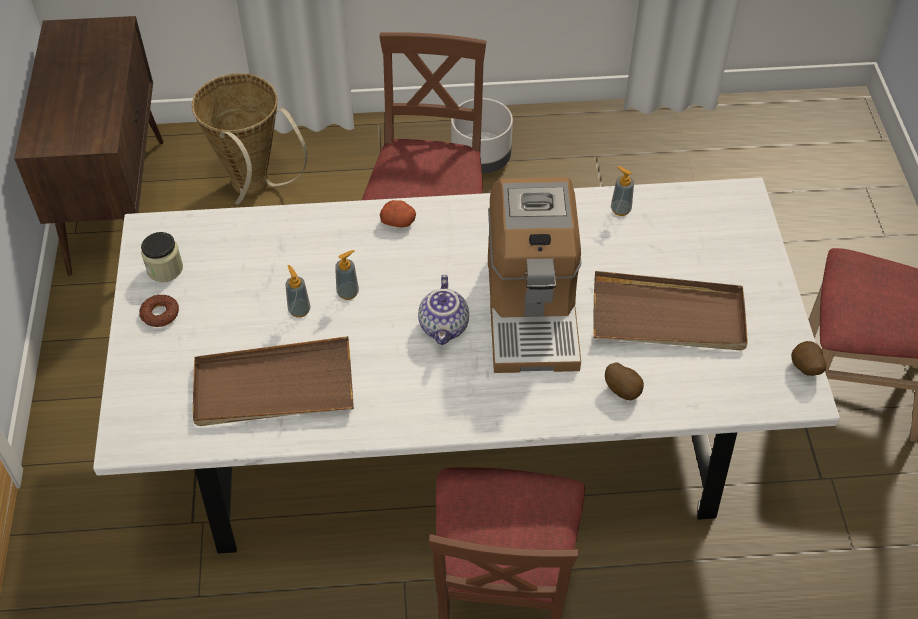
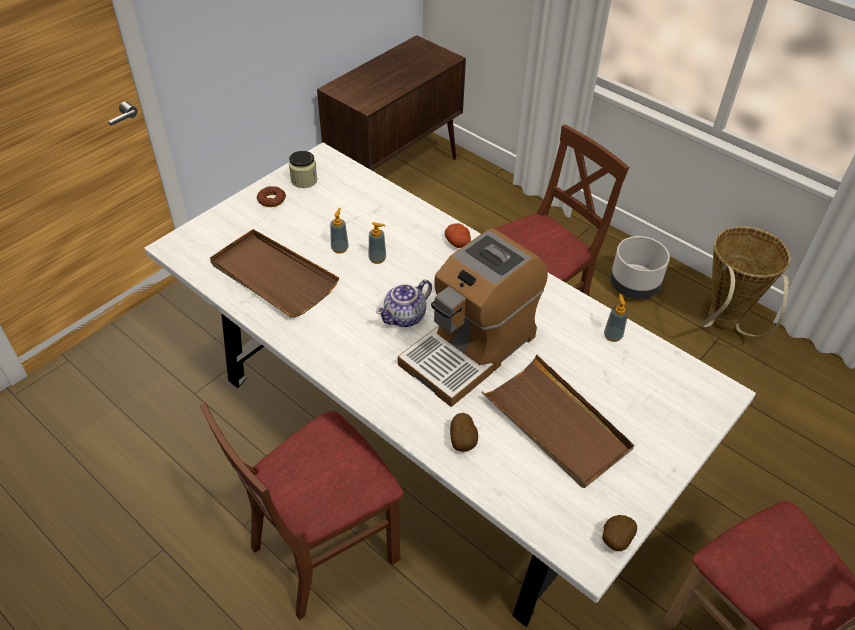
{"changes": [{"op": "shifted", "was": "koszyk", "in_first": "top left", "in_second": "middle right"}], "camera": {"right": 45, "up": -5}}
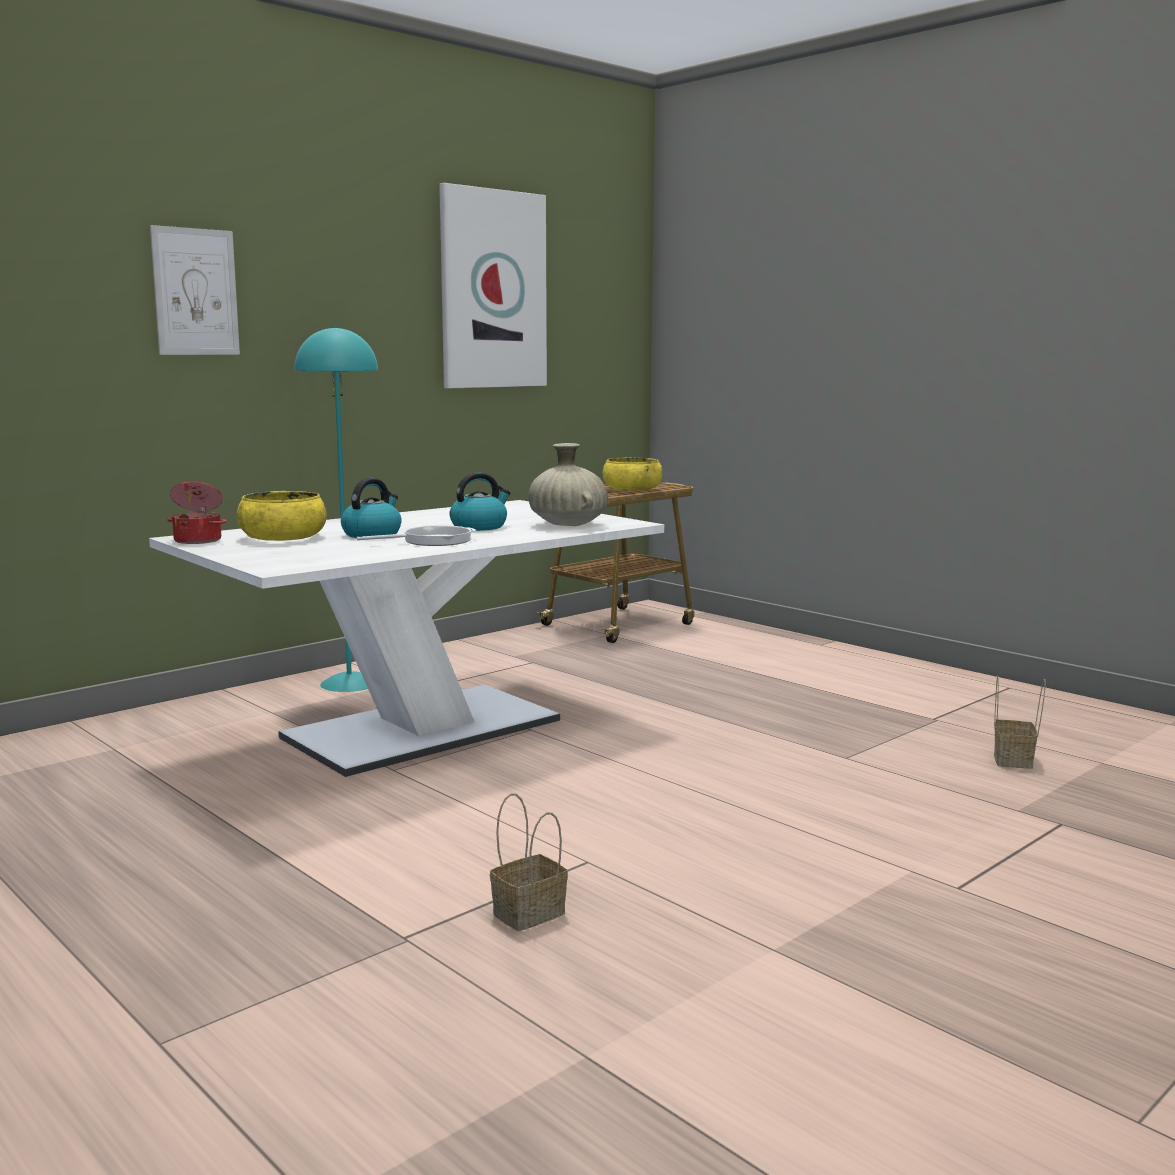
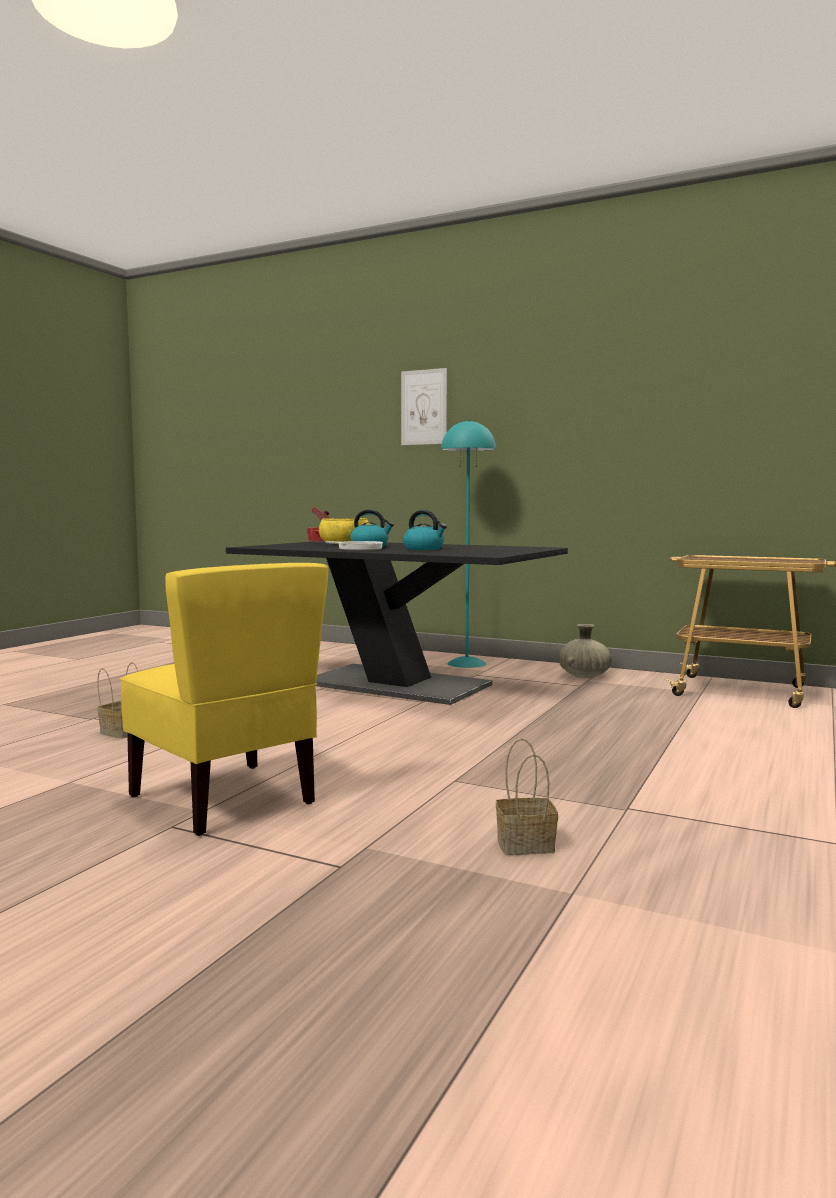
{"changes": [{"op": "repainted", "was": "stół jadalny [biały]", "now": "stół jadalny [czarny]", "in_first": "centre", "in_second": "centre"}, {"op": "gone", "was": "obraz (no. 2 from left)", "in_first": "top centre"}, {"op": "shifted", "was": "wazon [beżowy]", "in_first": "centre", "in_second": "middle right"}, {"op": "gone", "was": "miska [żółty] (no. 2 from left)", "in_first": "centre"}, {"op": "new", "now": "krzesło [żółty]", "in_second": "middle left"}], "camera": {"right": 70, "up": -5}}
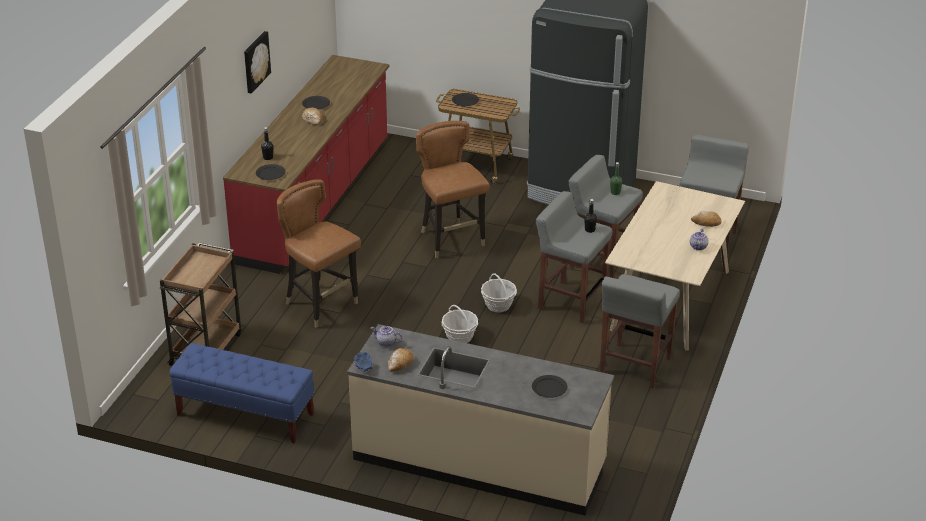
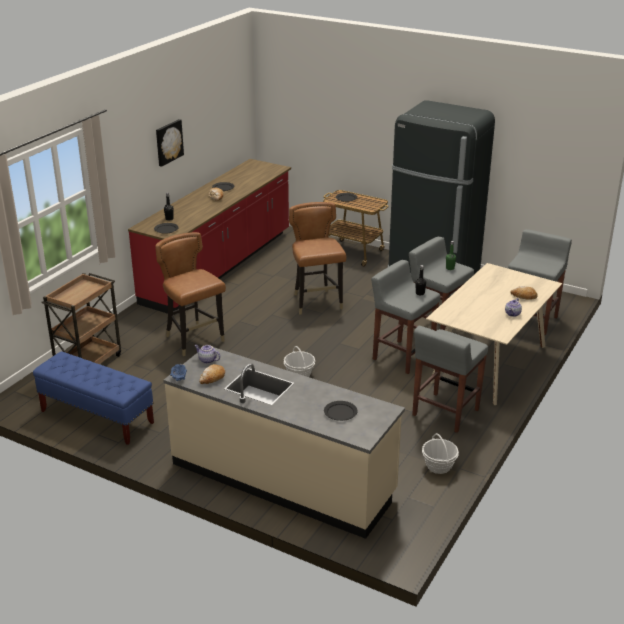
{"changes": [{"op": "shifted", "was": "koszyk (no. 2 from left)", "in_first": "centre", "in_second": "bottom right"}], "camera": {"right": 10, "up": -5}}
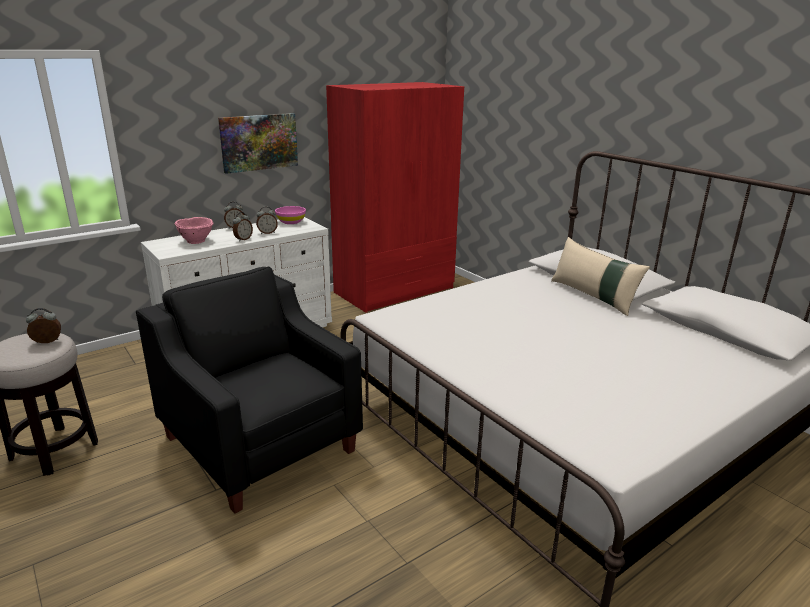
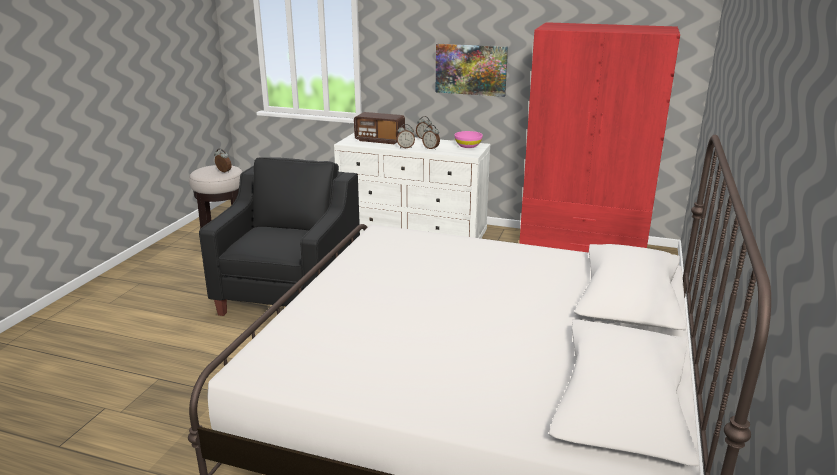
{"changes": [{"op": "swapped", "was": "miska [różowy] (no. 1 from left)", "now": "radio", "in_first": "middle left", "in_second": "top centre"}, {"op": "gone", "was": "poduszka [beżowy]", "in_first": "middle right"}], "camera": {"right": 55, "up": 0}}
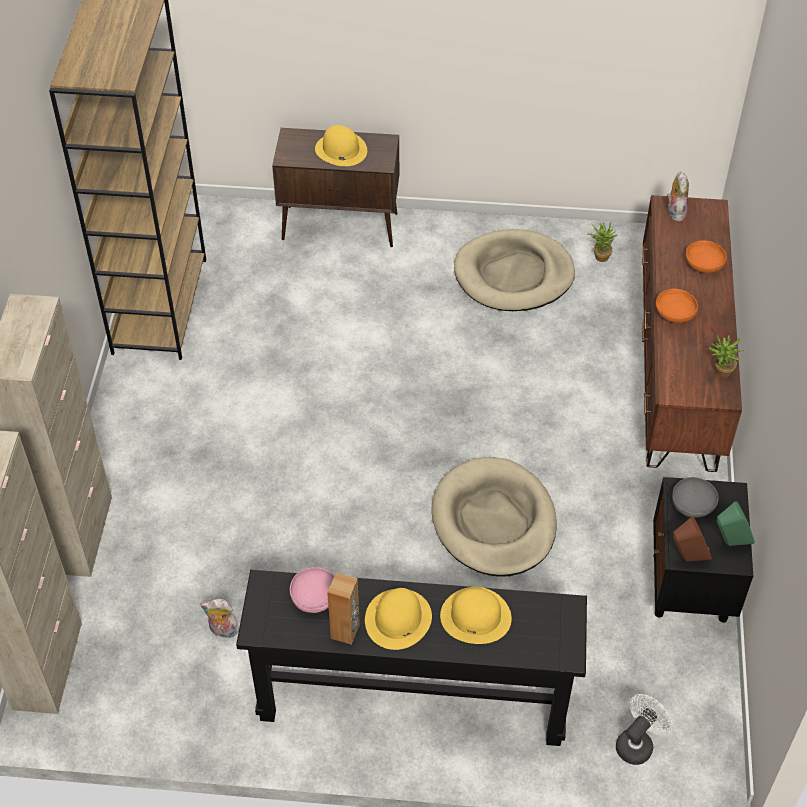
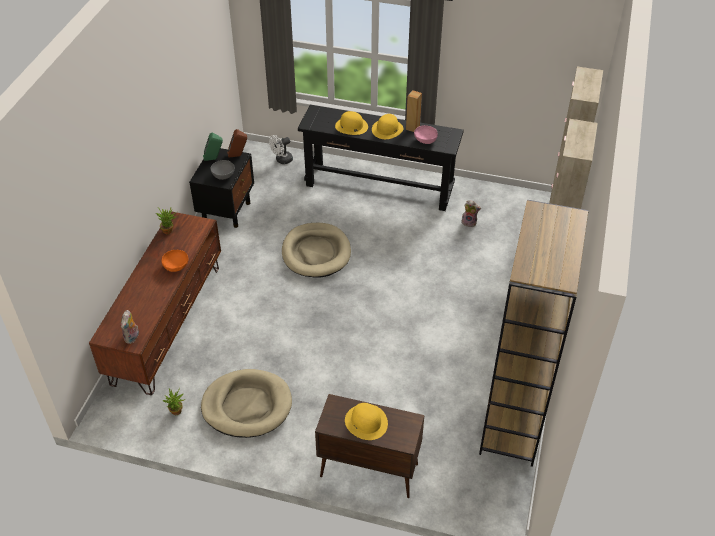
{"changes": [{"op": "gone", "was": "miska [pomarańczowy] (no. 2 from left)", "in_first": "top right"}], "camera": {"right": -170, "up": -5}}
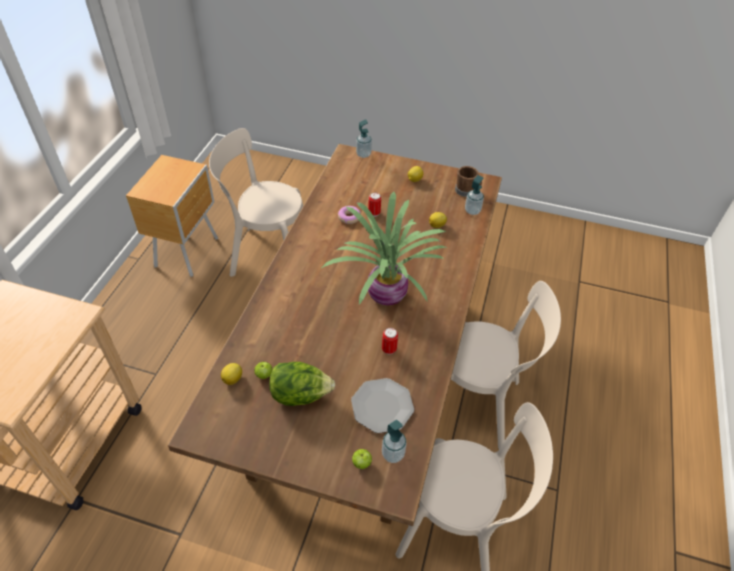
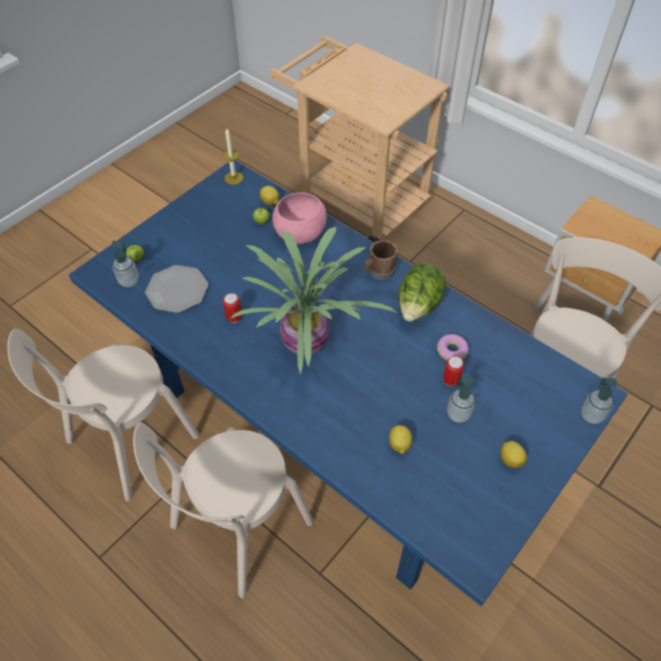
{"changes": [{"op": "repainted", "was": "stół jadalny [brązowy]", "now": "stół jadalny [niebieski]", "in_first": "centre", "in_second": "centre"}, {"op": "shifted", "was": "sałata", "in_first": "bottom centre", "in_second": "centre"}, {"op": "shifted", "was": "kubek [brązowy]", "in_first": "top centre", "in_second": "centre"}, {"op": "shifted", "was": "dozownik mydła (no. 3 from left in the first image)", "now": "dozownik mydła (no. 2 from left)", "in_first": "centre", "in_second": "middle right"}, {"op": "new", "now": "świeca", "in_second": "top centre"}, {"op": "new", "now": "miska [różowy]", "in_second": "top centre"}], "camera": {"right": 115, "up": 5}}
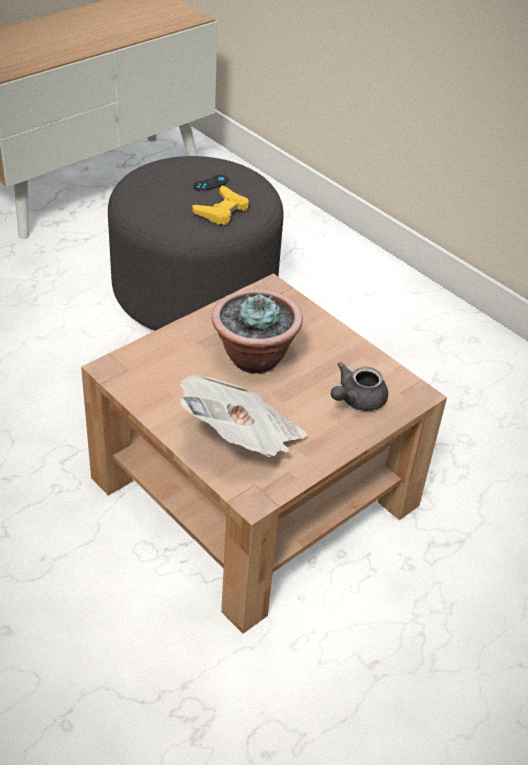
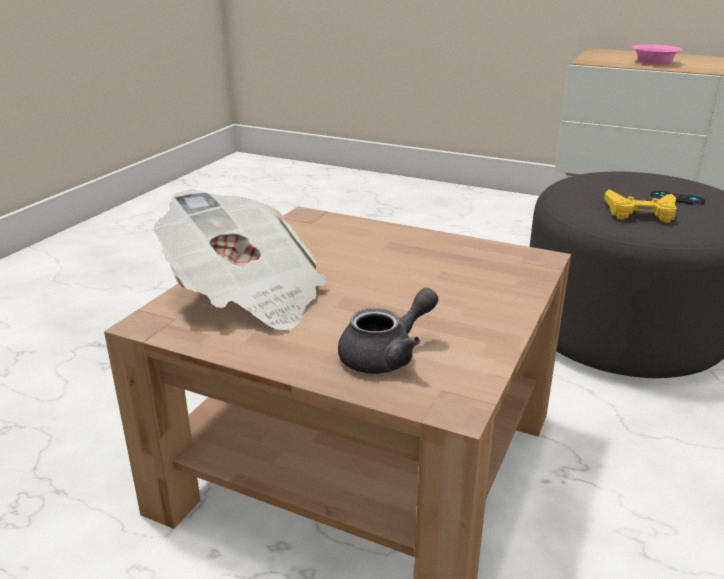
{"changes": [{"op": "gone", "was": "roślina doniczkowa", "in_first": "centre"}, {"op": "rotated", "was": "imbryk [szary]", "in_first": "middle right", "in_second": "centre", "clockwise": 120}, {"op": "new", "now": "miska [różowy]", "in_second": "top right"}], "camera": {"right": 70, "up": -15}}
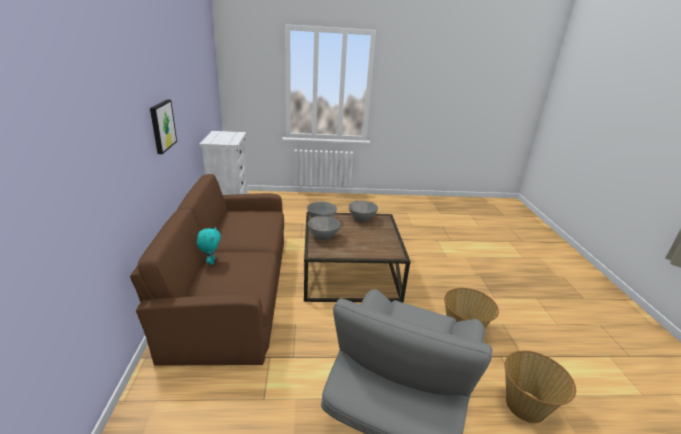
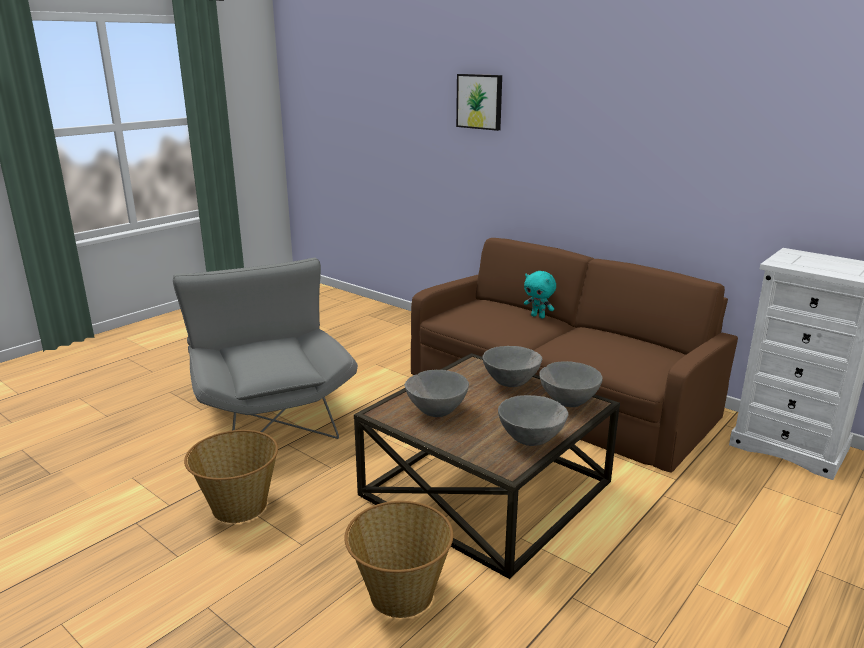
{"changes": [{"op": "shifted", "was": "obraz", "in_first": "top left", "in_second": "top centre"}, {"op": "shifted", "was": "koszyk (no. 2 from left)", "in_first": "bottom right", "in_second": "bottom centre"}, {"op": "new", "now": "miska [szary] (no. 1 from left)", "in_second": "centre"}], "camera": {"right": 135, "up": -5}}
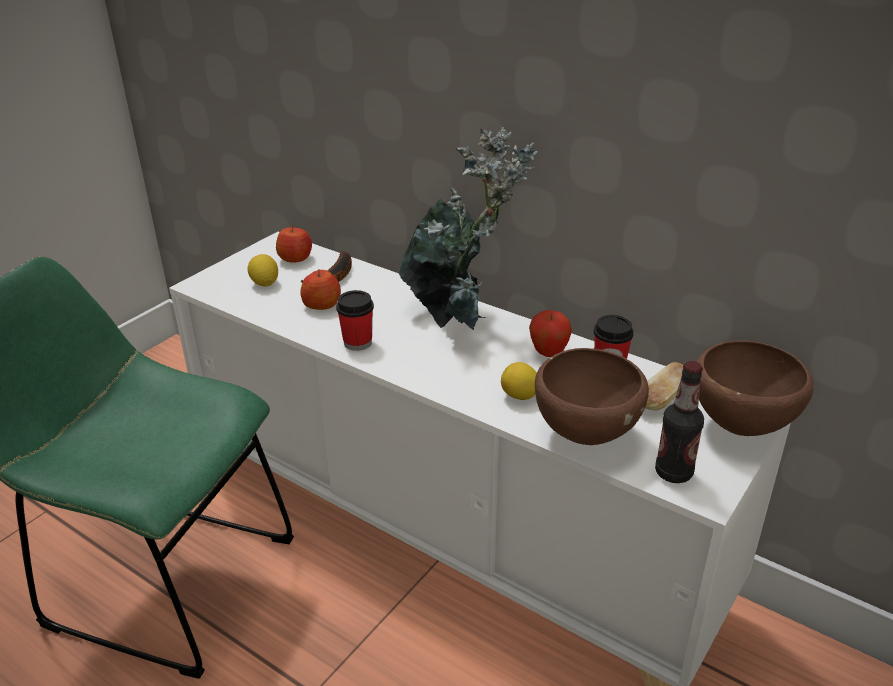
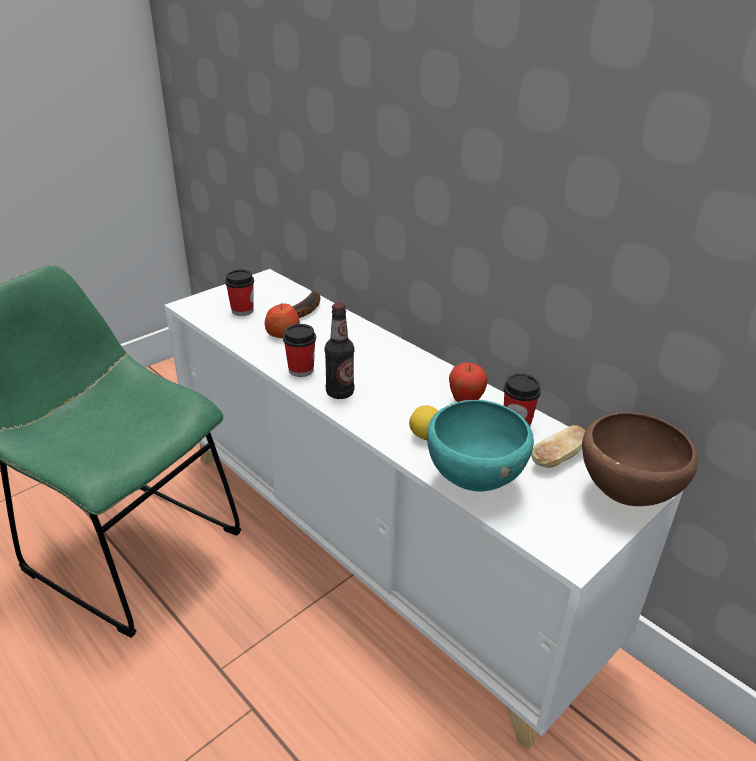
{"changes": [{"op": "swapped", "was": "cytryna (no. 1 from left)", "now": "filiżanka (no. 1 from left)", "in_first": "middle left", "in_second": "middle left"}, {"op": "gone", "was": "jabłko (no. 1 from left)", "in_first": "middle left"}, {"op": "gone", "was": "roślina doniczkowa", "in_first": "top centre"}, {"op": "repainted", "was": "miska [brązowy] (no. 1 from left)", "now": "miska [turkusowy]", "in_first": "centre", "in_second": "centre"}, {"op": "shifted", "was": "butelka", "in_first": "middle right", "in_second": "centre"}], "camera": {"right": 10, "up": 0}}
